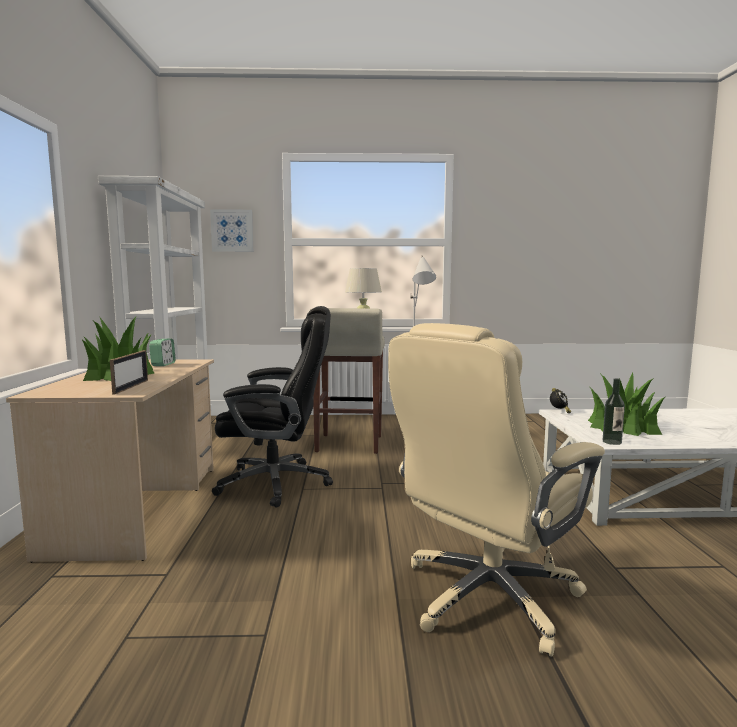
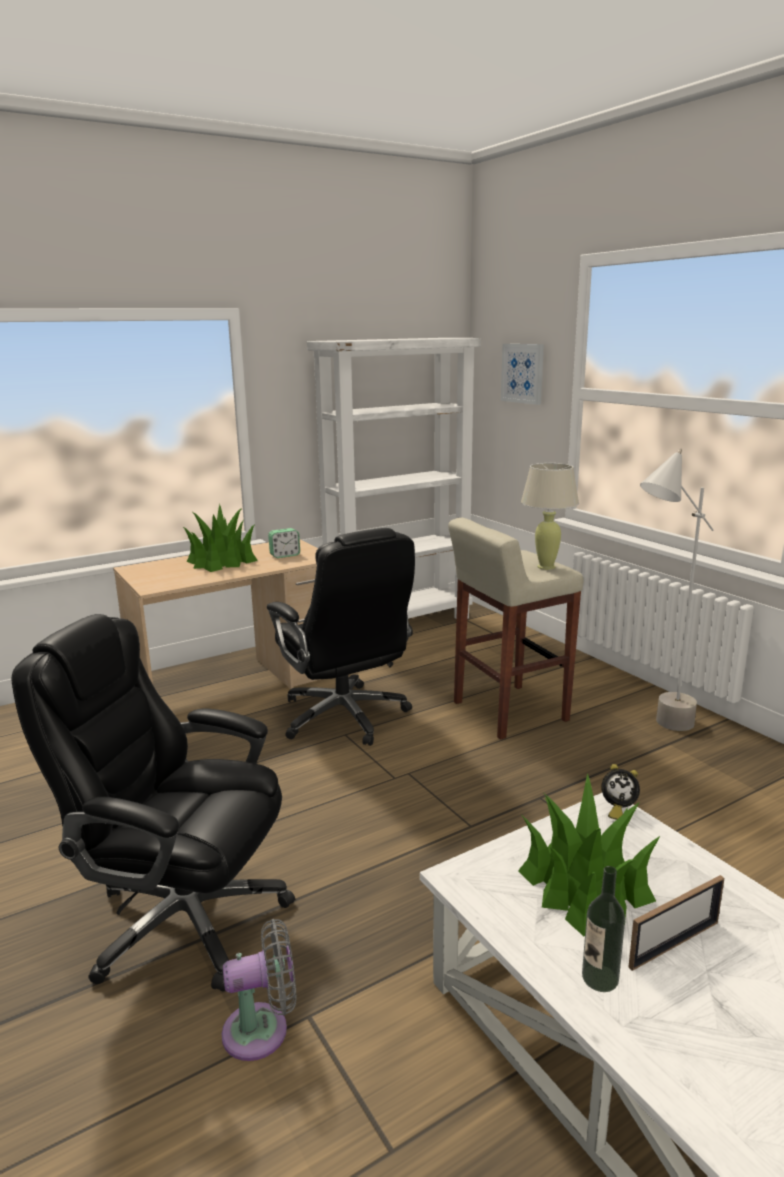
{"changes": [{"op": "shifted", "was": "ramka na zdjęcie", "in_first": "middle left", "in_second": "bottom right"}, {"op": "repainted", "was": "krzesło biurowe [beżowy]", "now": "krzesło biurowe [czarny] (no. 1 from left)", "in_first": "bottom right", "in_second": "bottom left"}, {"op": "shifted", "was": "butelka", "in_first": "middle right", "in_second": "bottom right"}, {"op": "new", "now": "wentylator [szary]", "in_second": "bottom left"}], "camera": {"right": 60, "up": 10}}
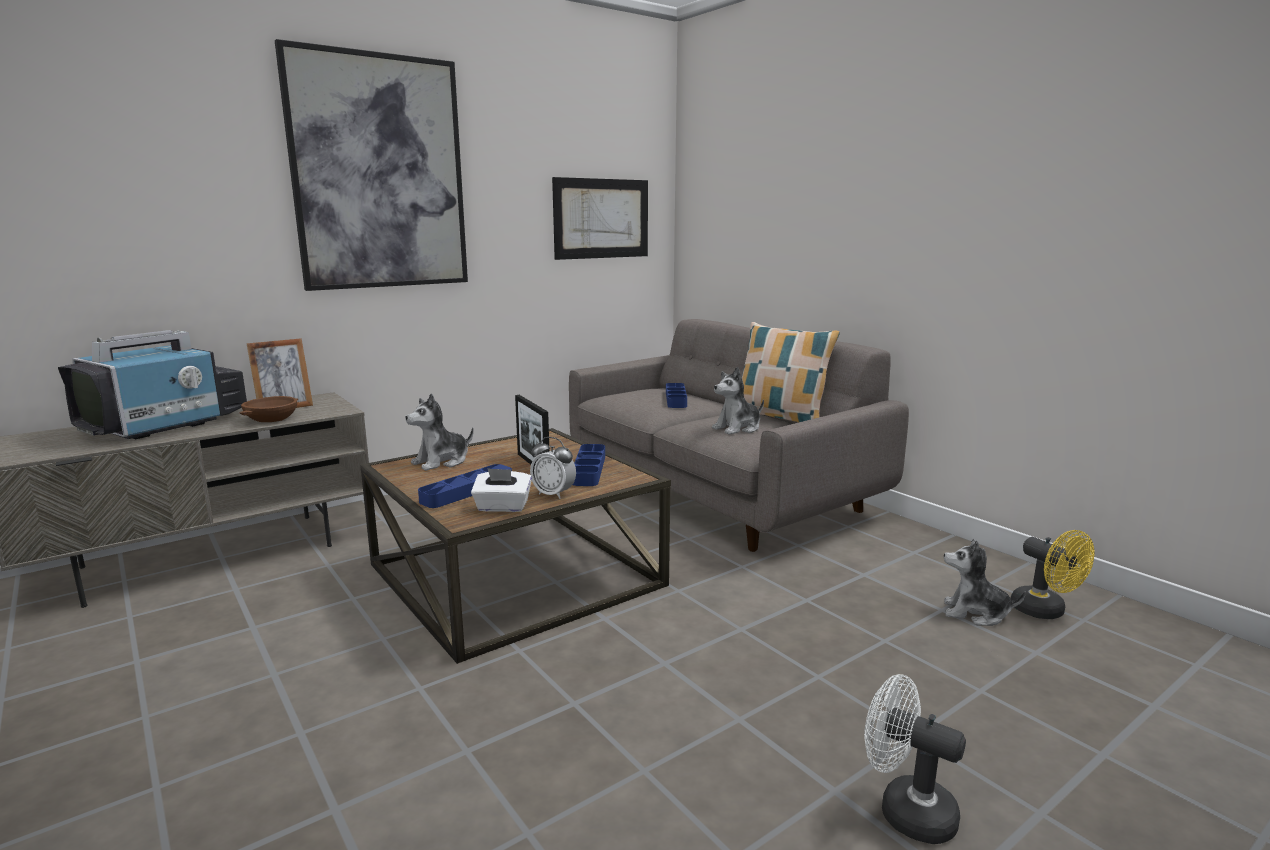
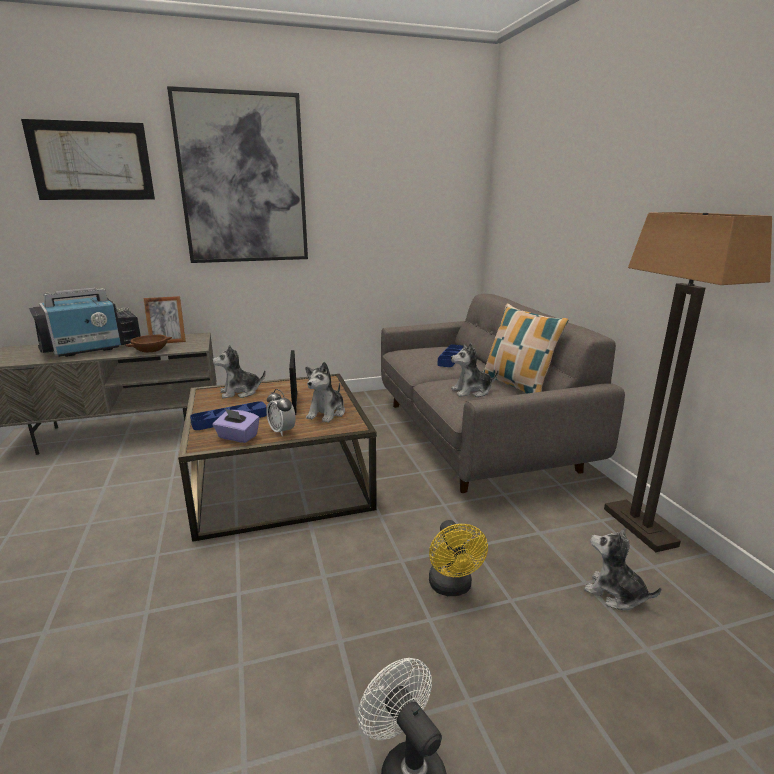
{"changes": [{"op": "repainted", "was": "pudełko chusteczek [biały]", "now": "pudełko chusteczek [fioletowy]", "in_first": "centre", "in_second": "middle left"}, {"op": "shifted", "was": "obraz (no. 2 from left in the first image)", "now": "obraz (no. 1 from left)", "in_first": "top centre", "in_second": "top left"}, {"op": "swapped", "was": "taca [niebieski] (no. 2 from left)", "now": "pluszak (no. 2 from left)", "in_first": "centre", "in_second": "centre"}, {"op": "shifted", "was": "wentylator [żółty]", "in_first": "bottom right", "in_second": "bottom centre"}, {"op": "new", "now": "lampa stojąca", "in_second": "middle right"}], "camera": {"right": 20, "up": 5}}
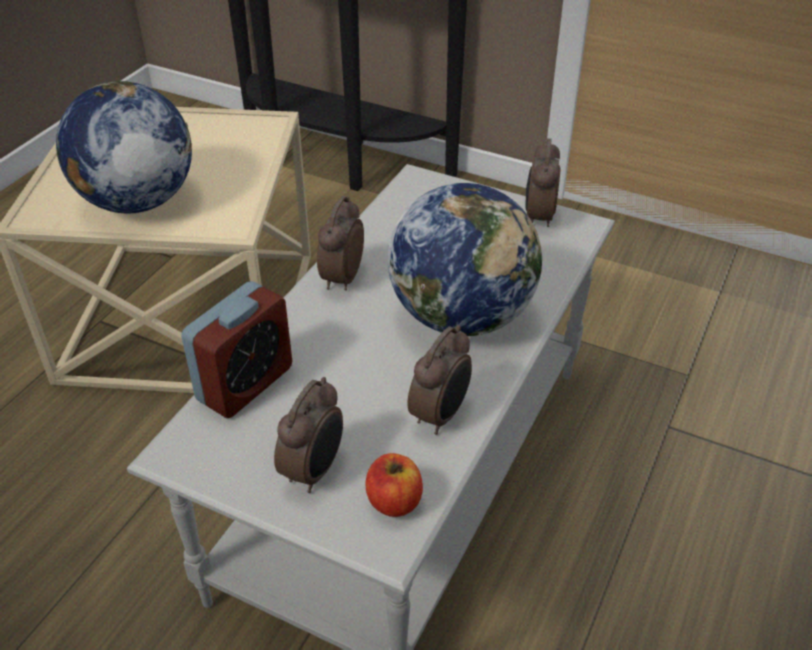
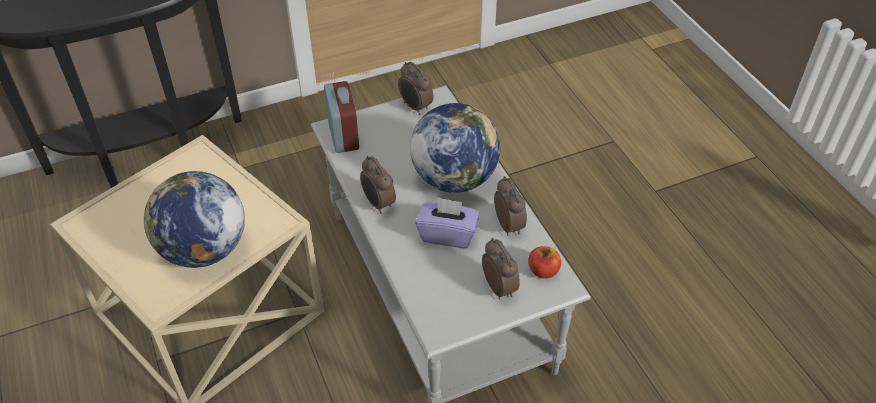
{"changes": [{"op": "shifted", "was": "budzik (no. 1 from left)", "in_first": "middle left", "in_second": "top centre"}, {"op": "new", "now": "pudełko chusteczek [fioletowy]", "in_second": "centre"}], "camera": {"right": -50, "up": 5}}
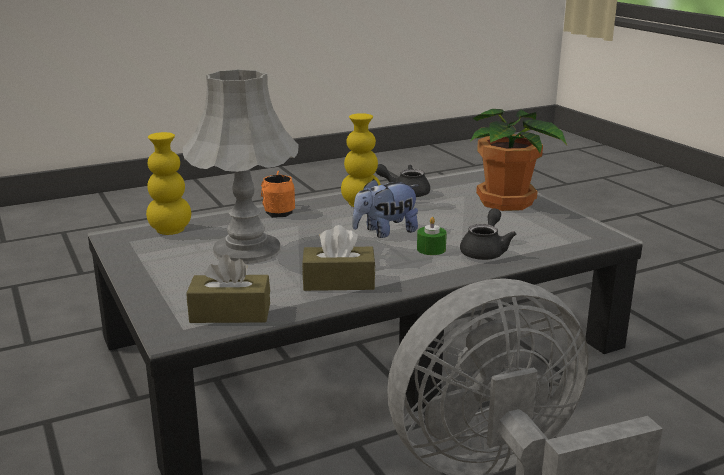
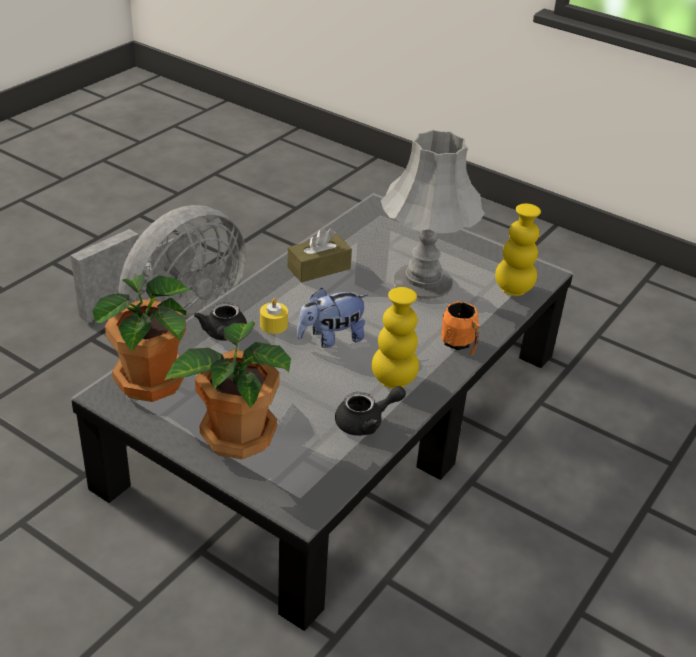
{"changes": [{"op": "gone", "was": "pudełko chusteczek [brązowy] (no. 1 from left)", "in_first": "middle left"}, {"op": "rotated", "was": "pluszak", "in_first": "centre", "in_second": "centre", "clockwise": -150}, {"op": "repainted", "was": "świeca [zielony]", "now": "świeca [żółty]", "in_first": "centre", "in_second": "centre"}, {"op": "new", "now": "roślina doniczkowa (no. 1 from left)", "in_second": "middle left"}], "camera": {"right": 150, "up": 15}}
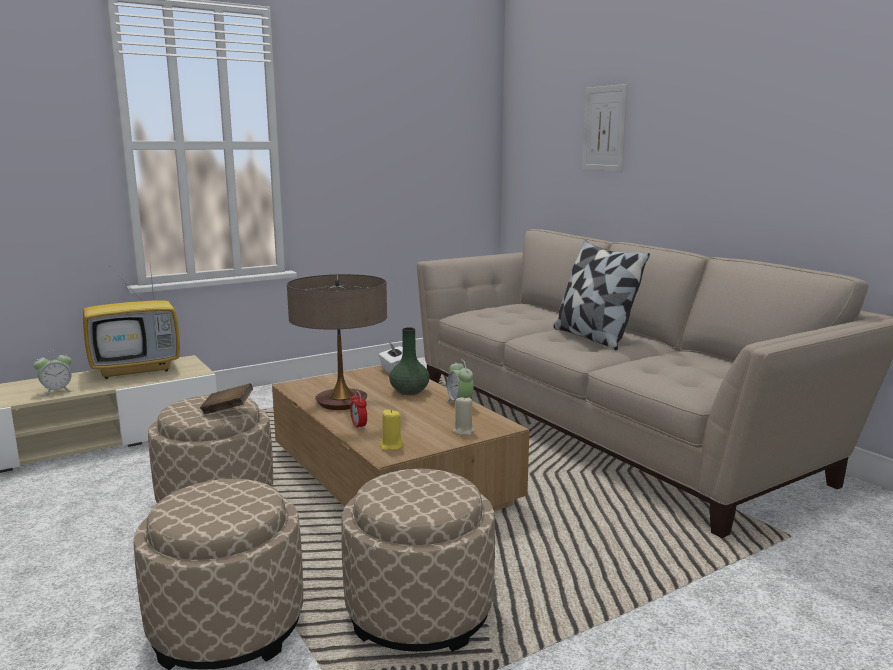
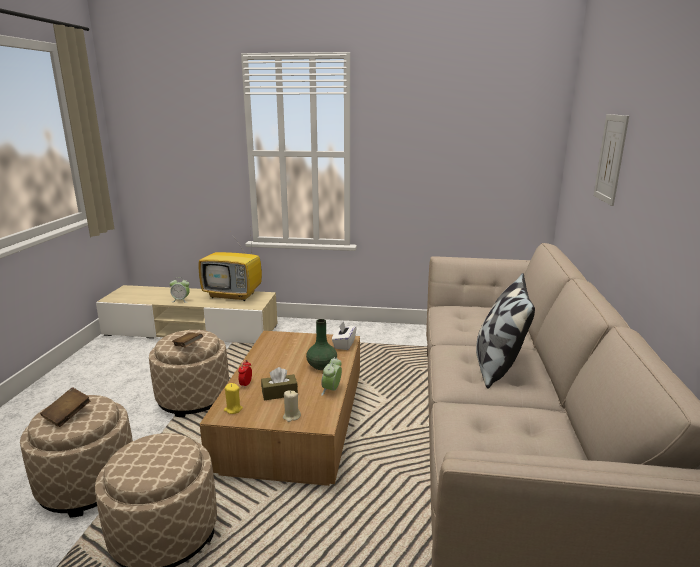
{"changes": [{"op": "gone", "was": "lampa stołowa", "in_first": "centre"}, {"op": "new", "now": "książka [brązowy] (no. 1 from left)", "in_second": "bottom left"}, {"op": "new", "now": "pudełko chusteczek [brązowy]", "in_second": "bottom centre"}], "camera": {"right": 40, "up": 5}}
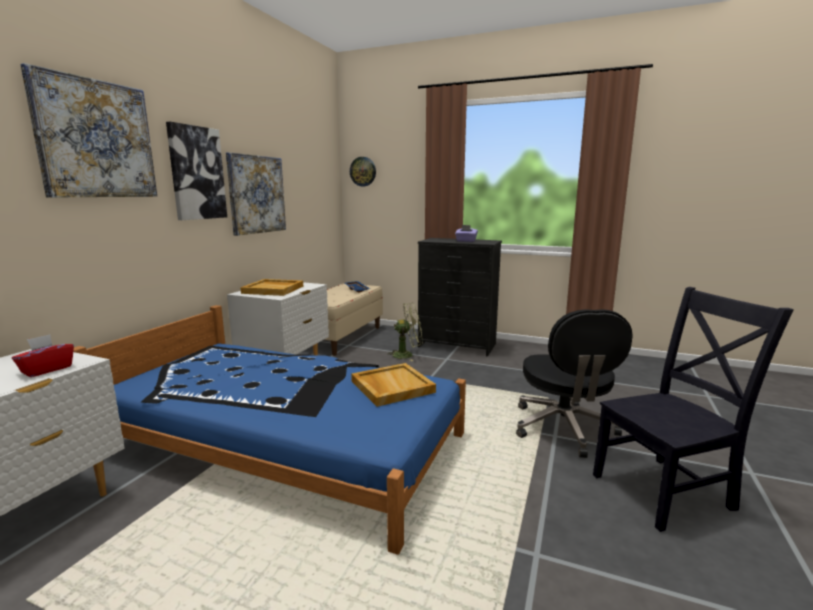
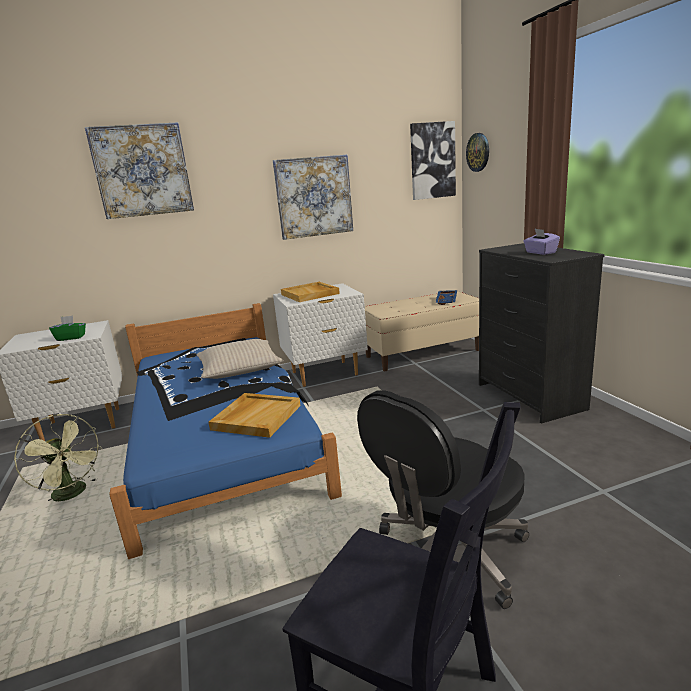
{"changes": [{"op": "repainted", "was": "pudełko chusteczek [czerwony]", "now": "pudełko chusteczek [zielony]", "in_first": "middle left", "in_second": "middle left"}, {"op": "shifted", "was": "obraz (no. 2 from left in the first image)", "now": "obraz (no. 3 from left)", "in_first": "top left", "in_second": "top centre"}, {"op": "shifted", "was": "wentylator [zielony]", "in_first": "centre", "in_second": "middle left"}, {"op": "new", "now": "poduszka [beżowy]", "in_second": "centre"}], "camera": {"right": 50, "up": 5}}
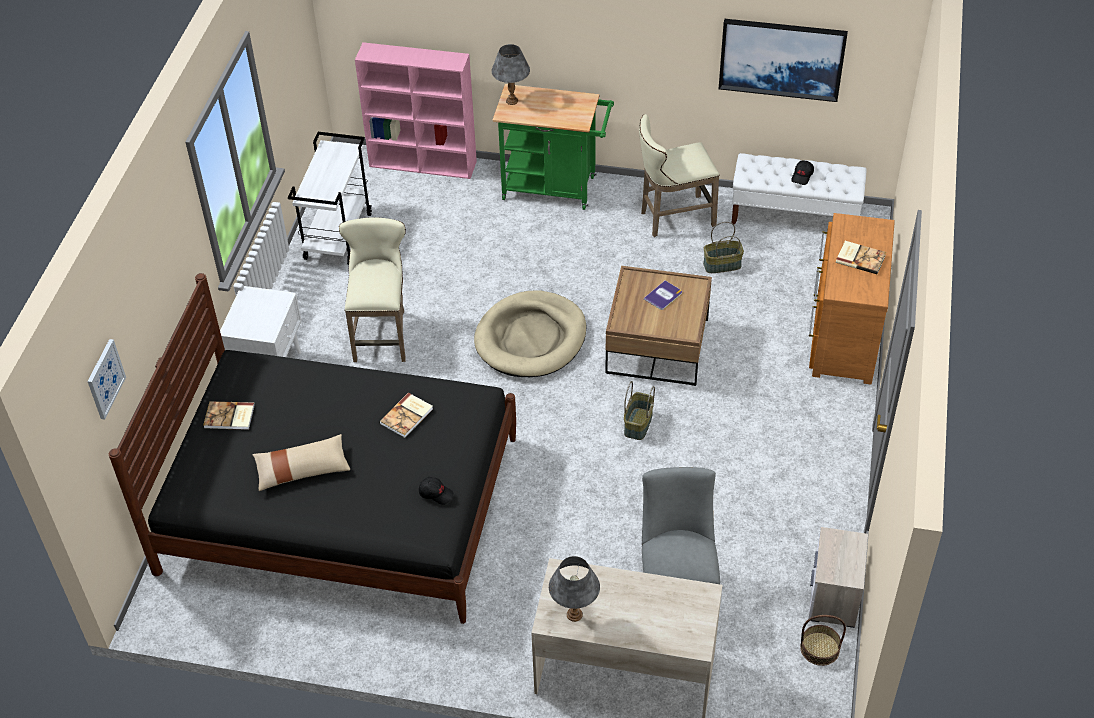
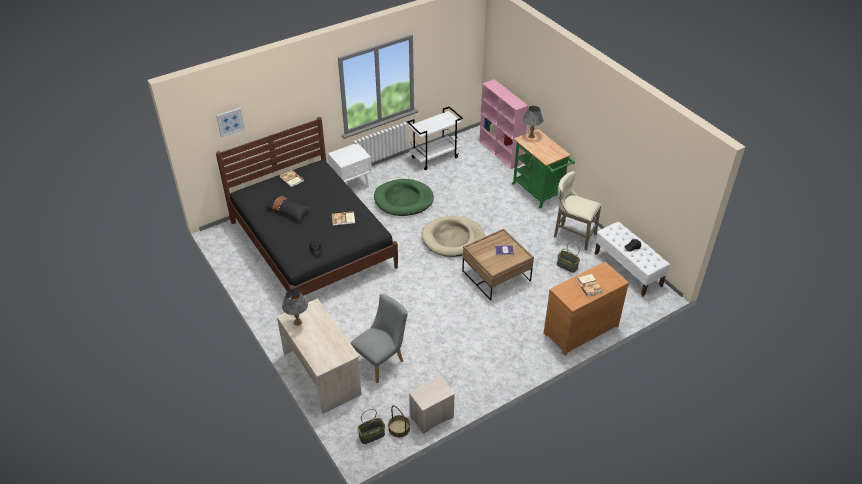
{"changes": [{"op": "repainted", "was": "poduszka [beżowy]", "now": "poduszka [czarny]", "in_first": "middle left", "in_second": "centre"}, {"op": "swapped", "was": "stołek [beżowy] (no. 1 from left)", "now": "legowisko [zielony]", "in_first": "centre", "in_second": "centre"}, {"op": "shifted", "was": "koszyk (no. 1 from left)", "in_first": "centre", "in_second": "bottom centre"}, {"op": "gone", "was": "obraz (no. 2 from left)", "in_first": "top right"}], "camera": {"right": 45, "up": -5}}
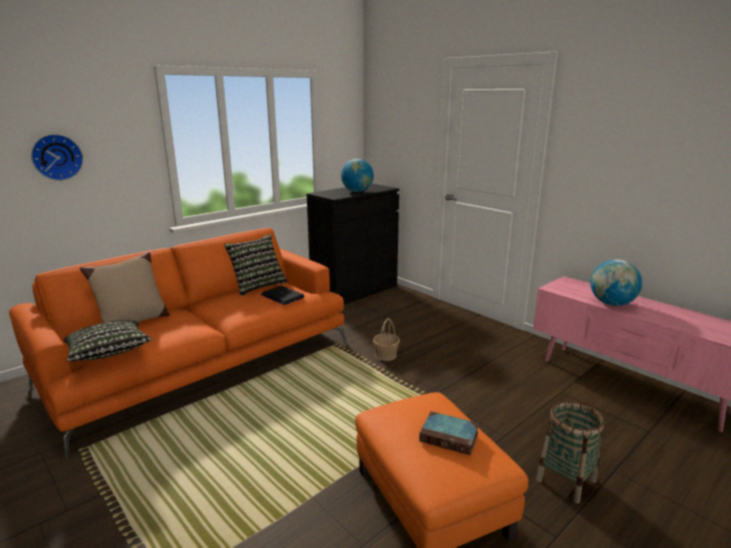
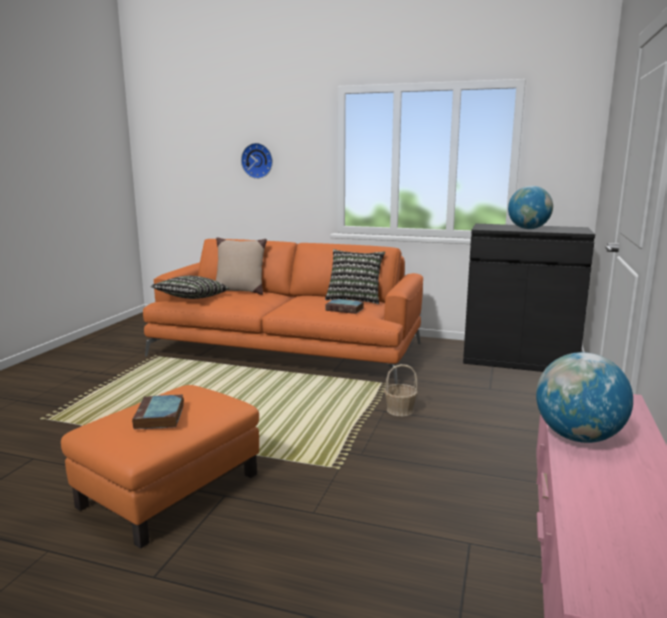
{"changes": [{"op": "swapped", "was": "laptop", "now": "książka (no. 2 from left)", "in_first": "centre", "in_second": "centre"}, {"op": "gone", "was": "koszyk (no. 2 from left)", "in_first": "bottom right"}], "camera": {"right": 60, "up": -5}}
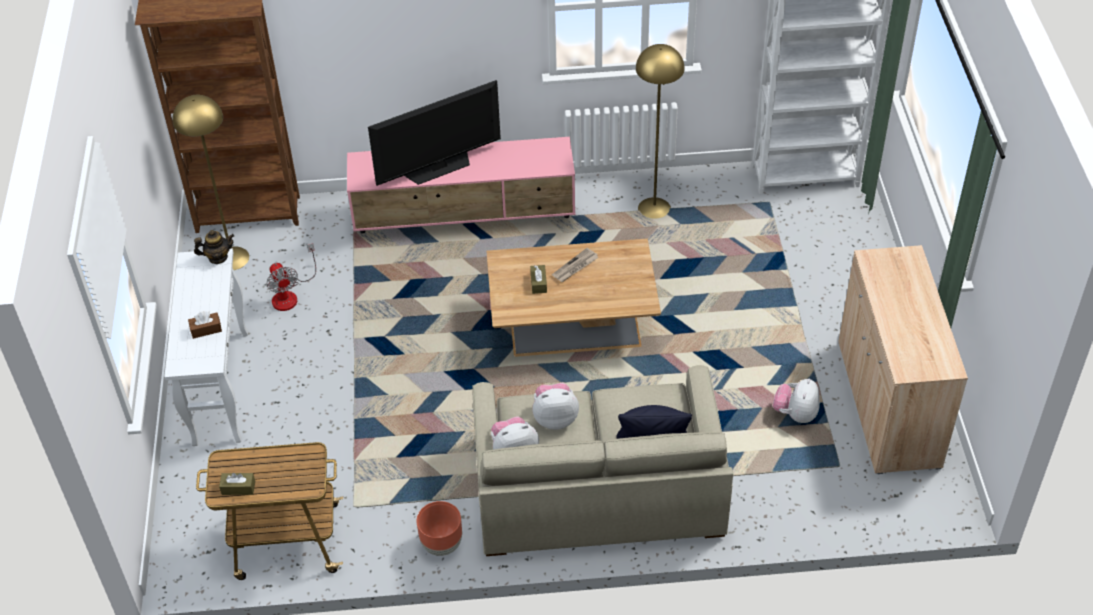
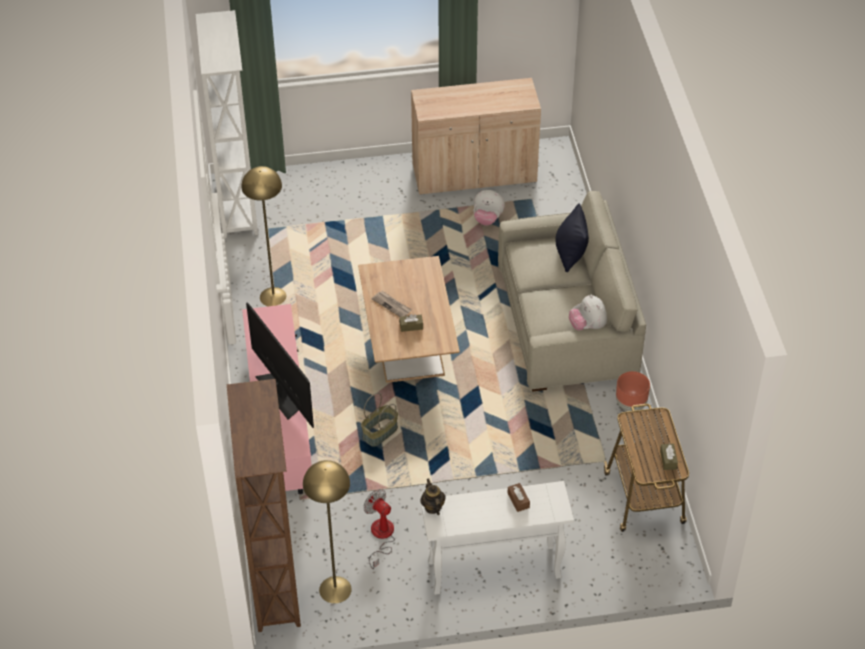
{"changes": [{"op": "rotated", "was": "wentylator", "in_first": "middle left", "in_second": "bottom centre", "clockwise": -105}, {"op": "gone", "was": "pluszak (no. 2 from left)", "in_first": "centre"}, {"op": "new", "now": "koszyk", "in_second": "centre"}], "camera": {"right": -95, "up": 0}}
